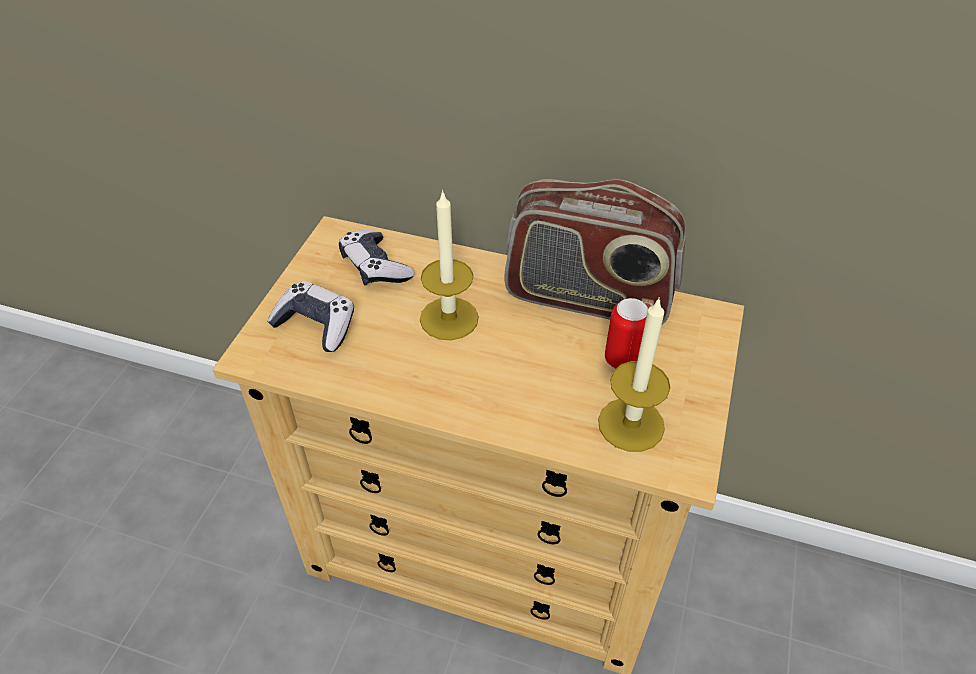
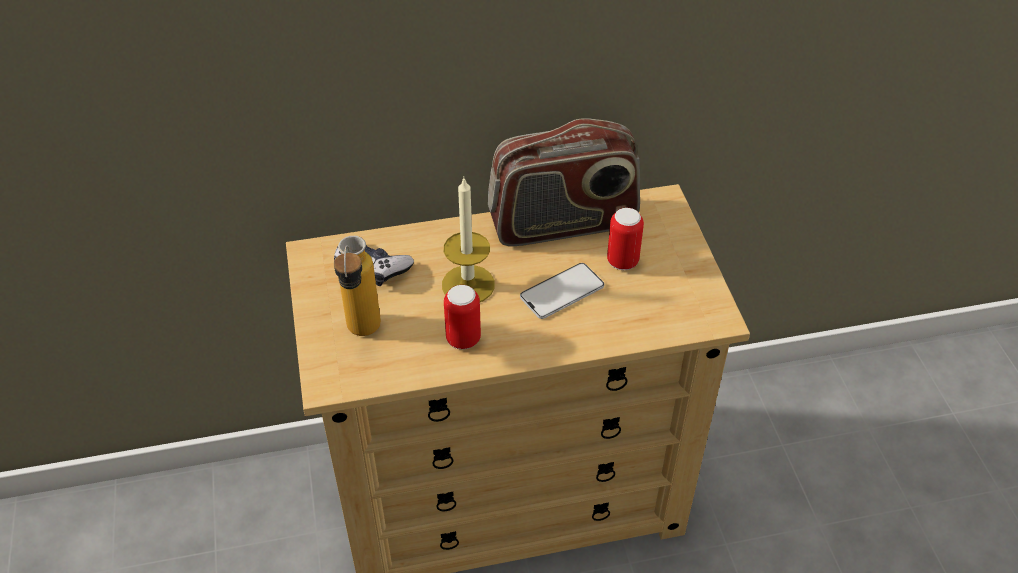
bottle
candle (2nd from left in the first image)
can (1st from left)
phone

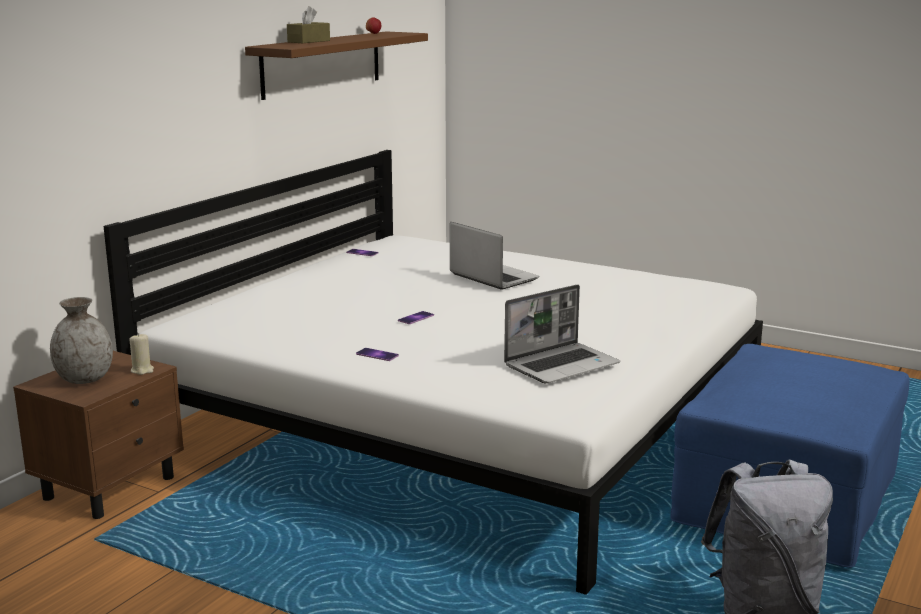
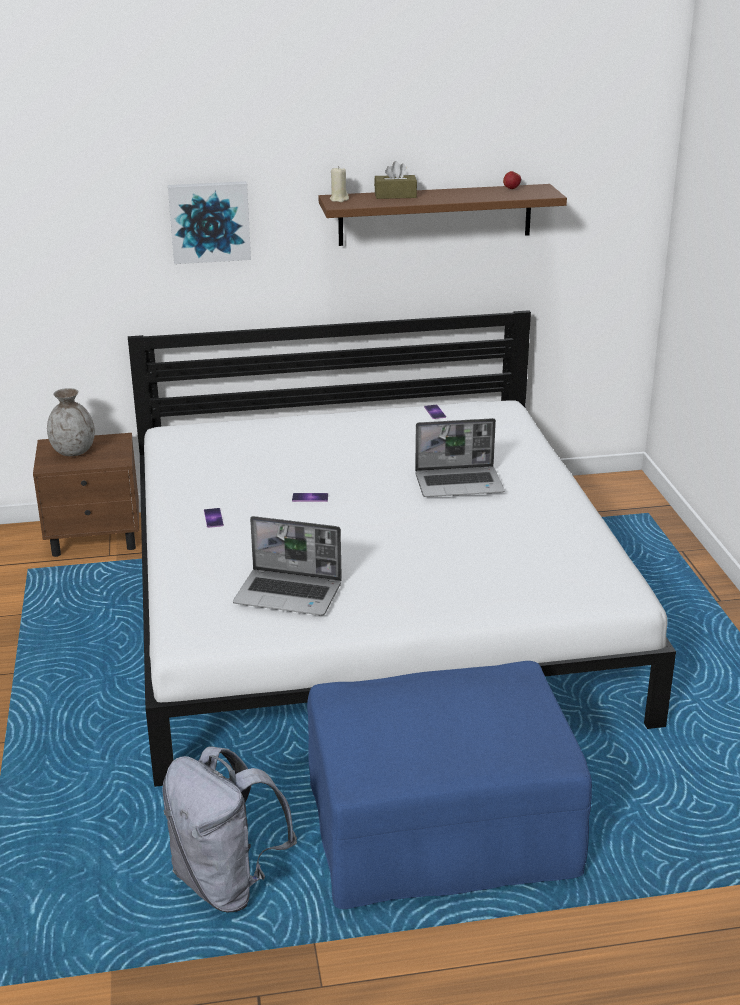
beige candle
laptop (2nd from left)
picture

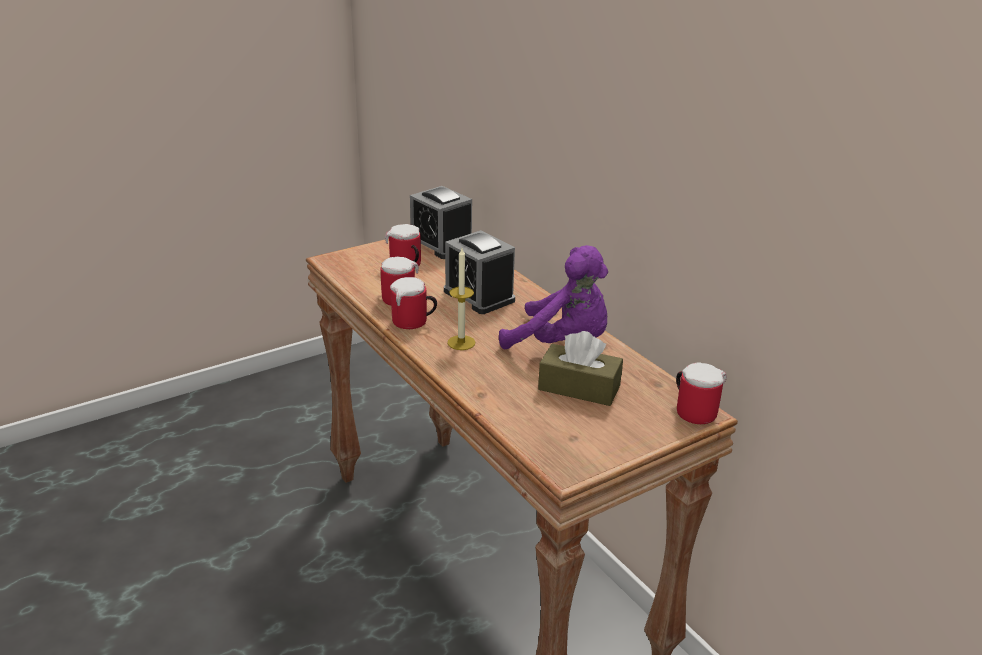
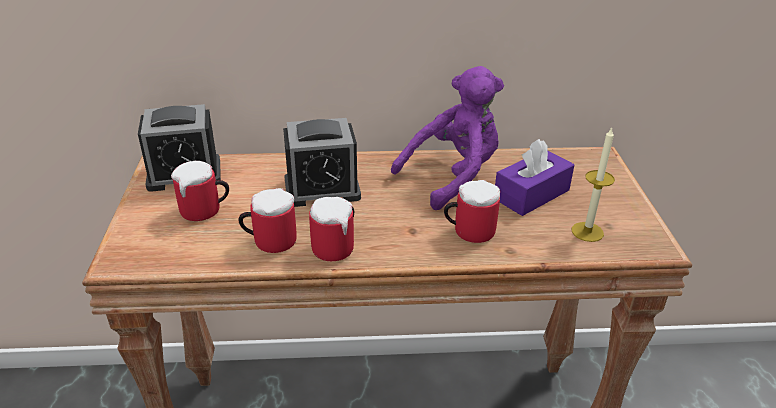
candle
purple tissue box
mug (4th from left)

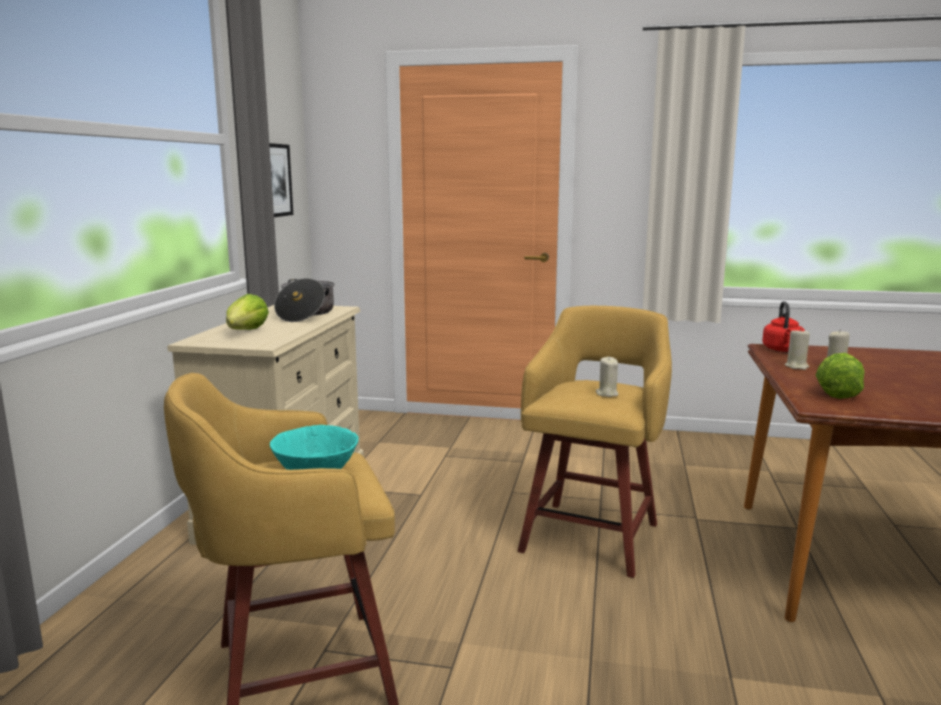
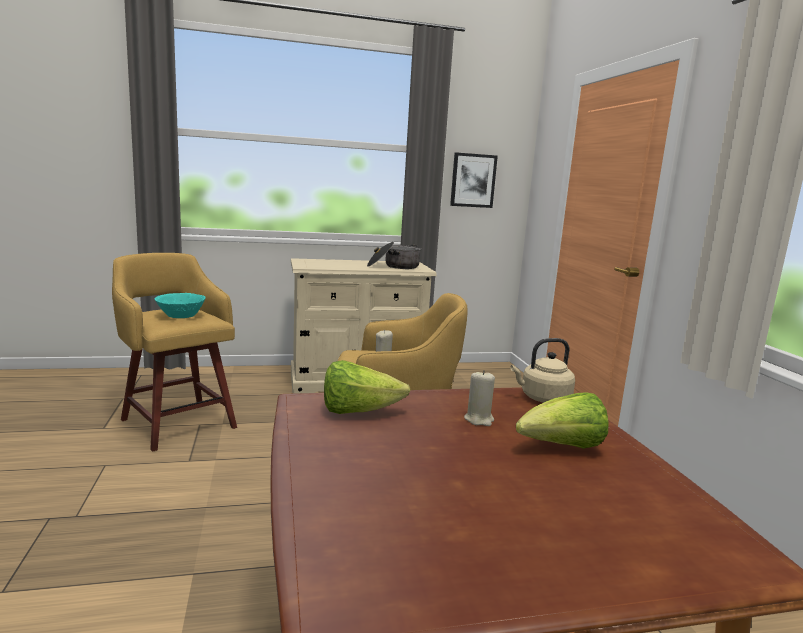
lettuce (2nd from left)
beige kettle
beige candle (2nd from left in the first image)

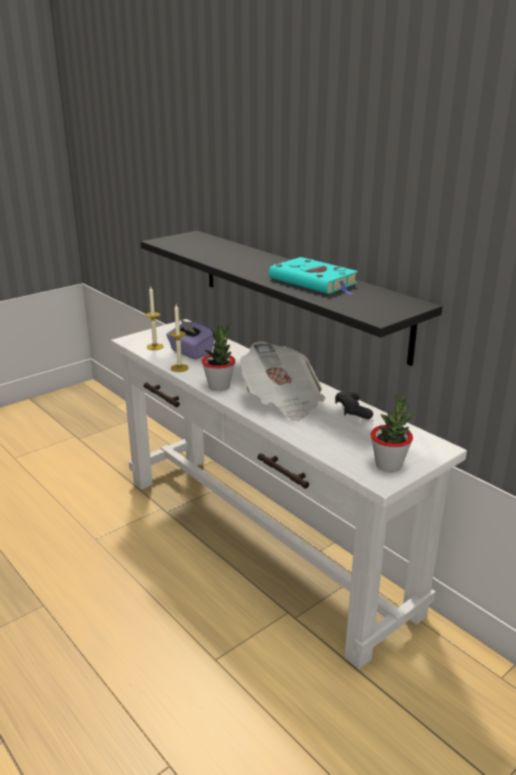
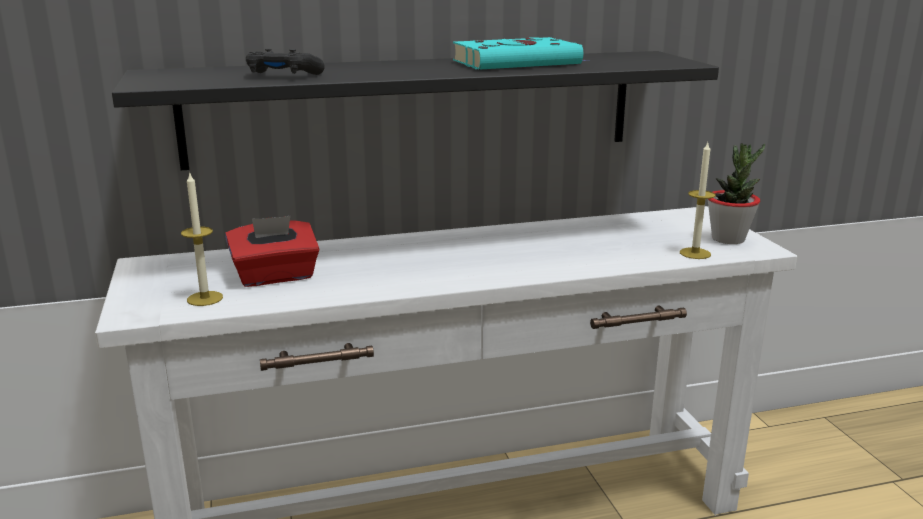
red tissue box
candle (2nd from left)
potted plant (1st from left in the first image)
newspaper
black game controller

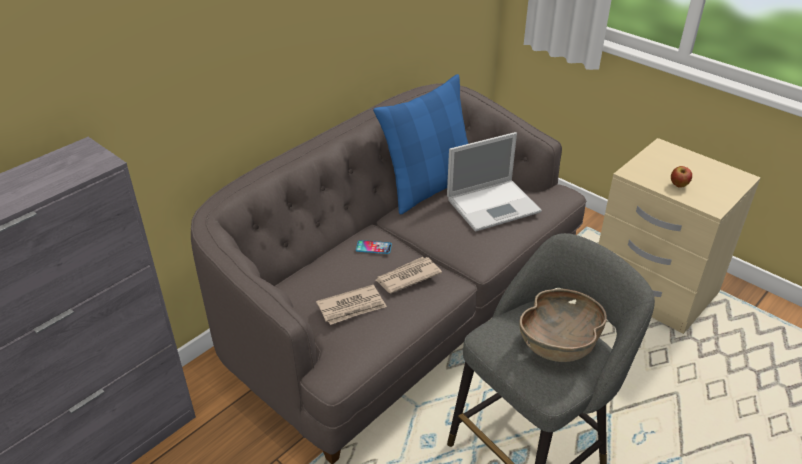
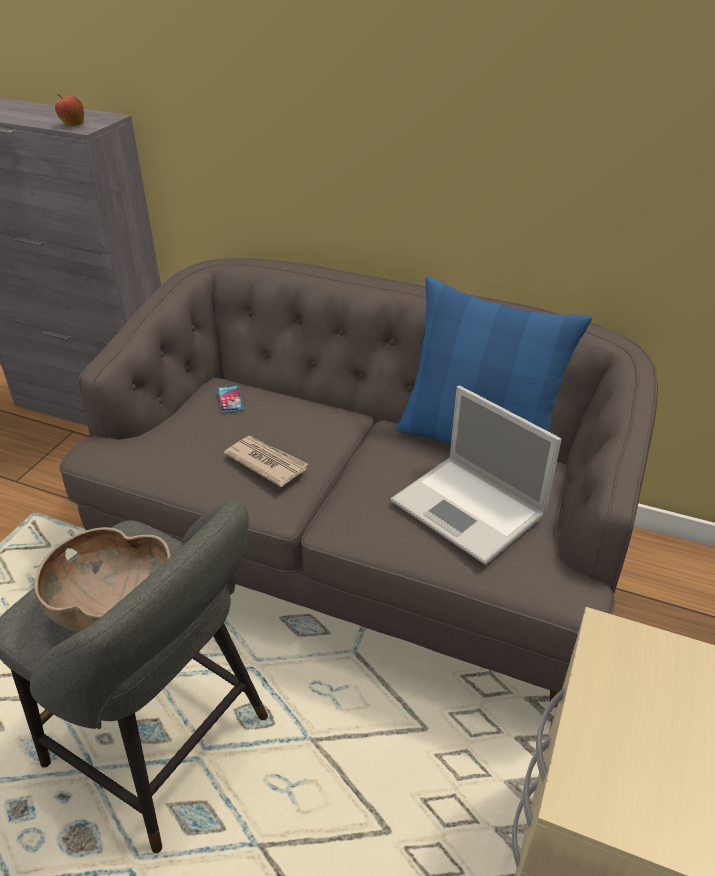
newspaper (1st from left in the first image)
phone
apple

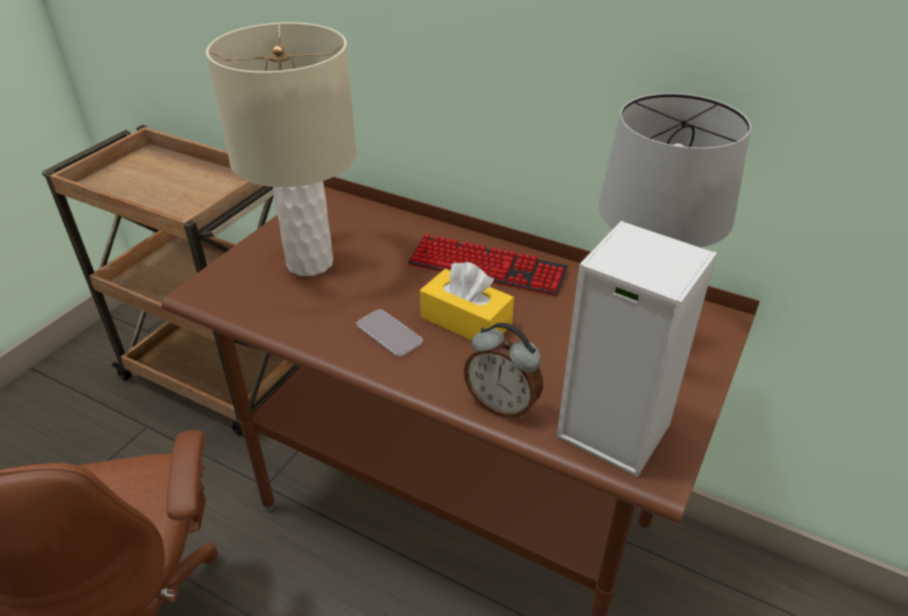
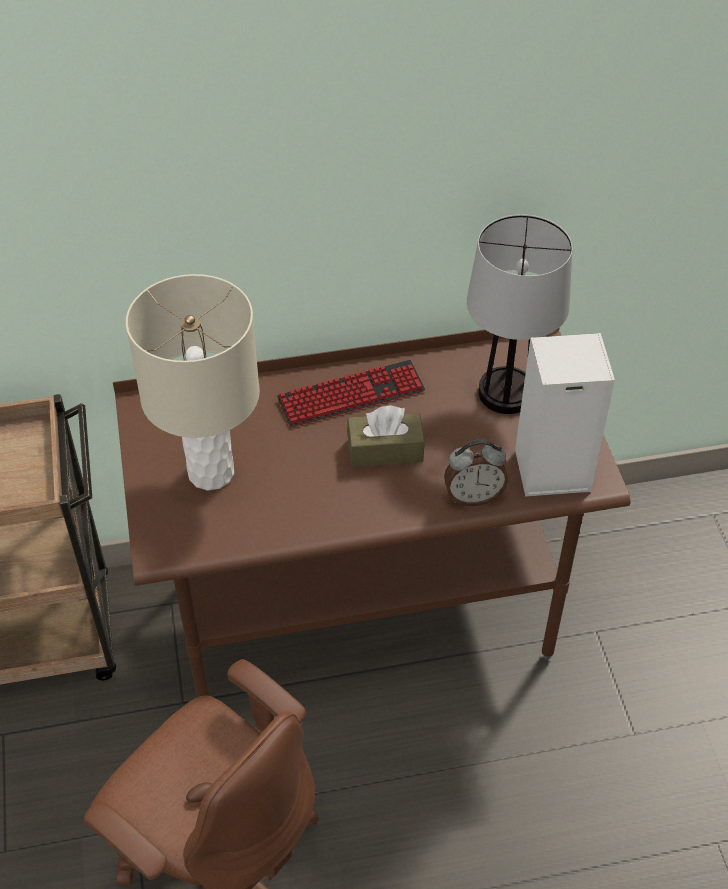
phone
brown tissue box

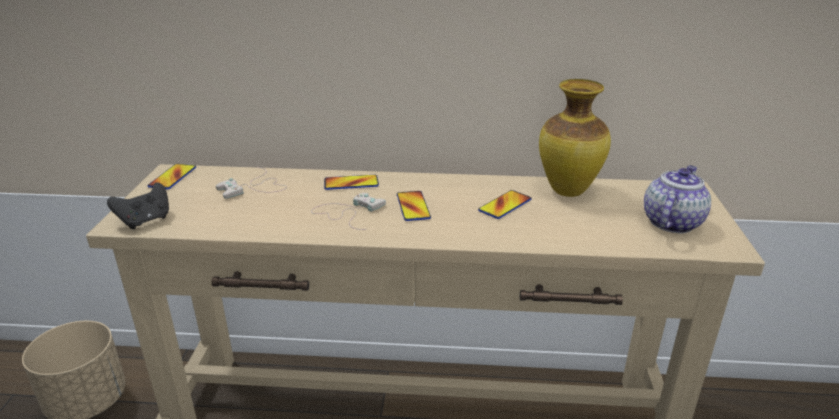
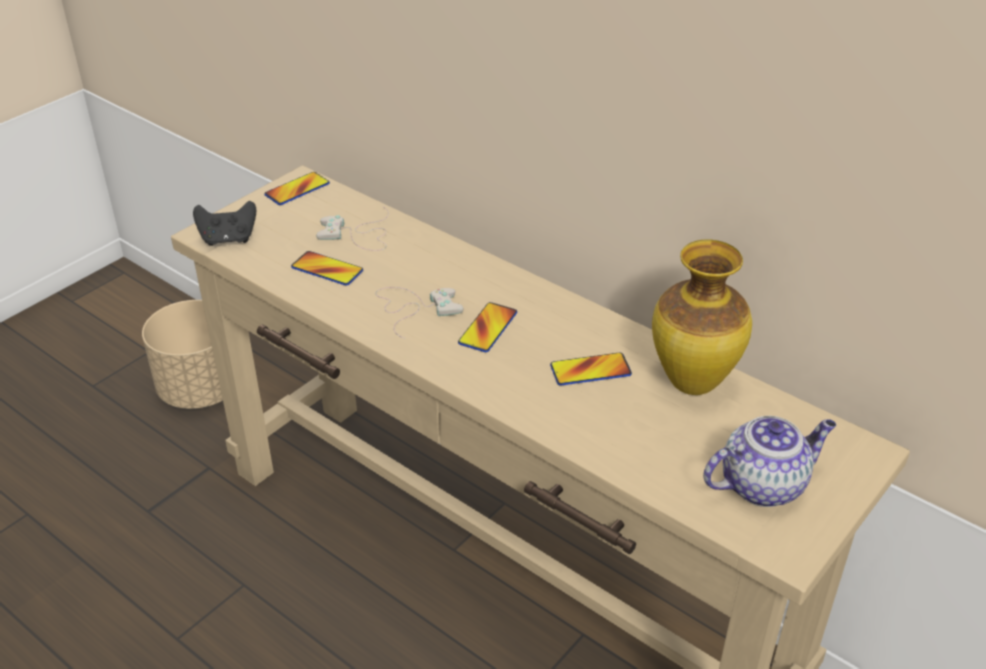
phone (2nd from left)

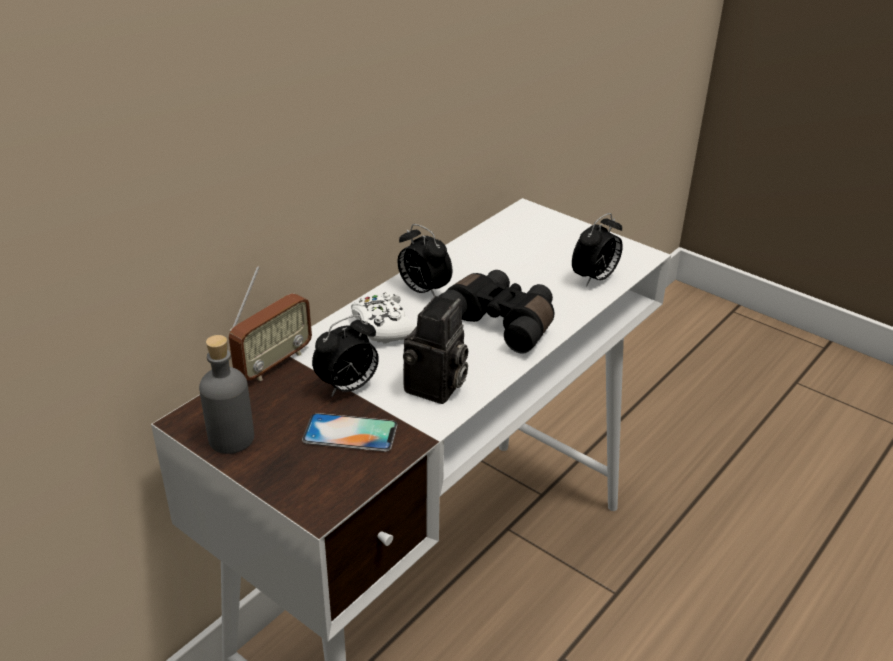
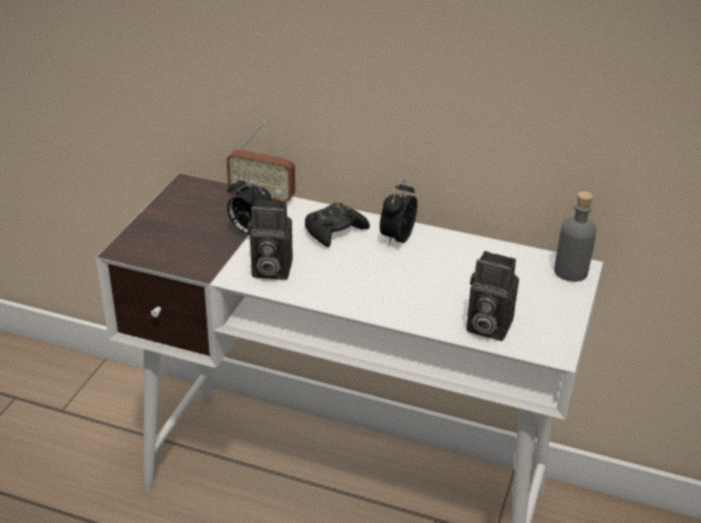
grey bottle
phone
black game controller
black binoculars
photo camera (2nd from left)

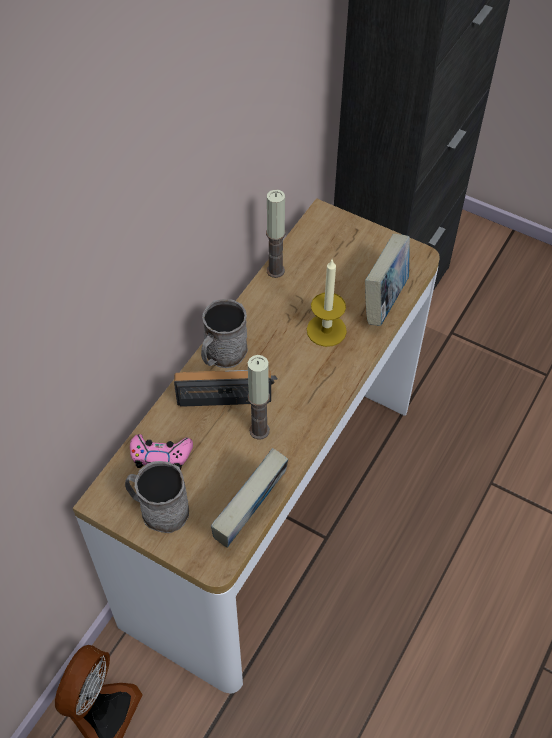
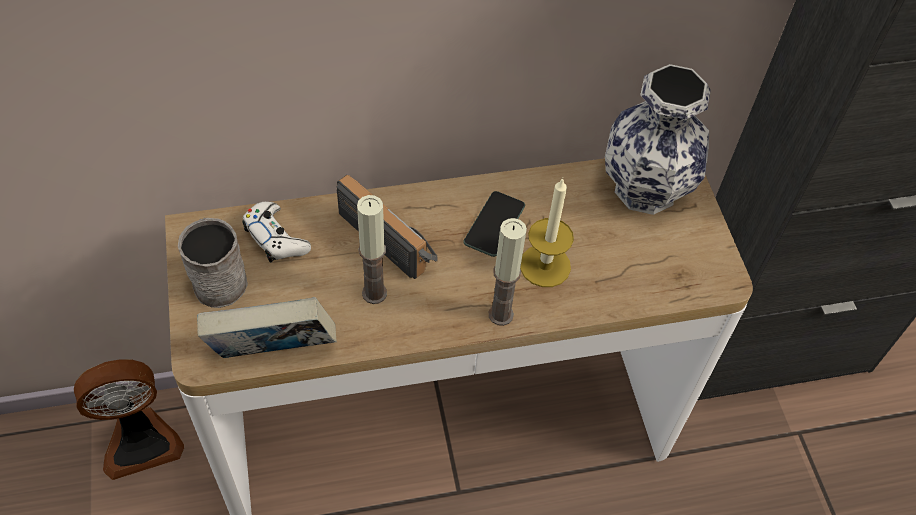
white game controller
grey mug (2nd from left in the first image)
candle (2nd from left)
book (2nd from left in the first image)
phone
vase

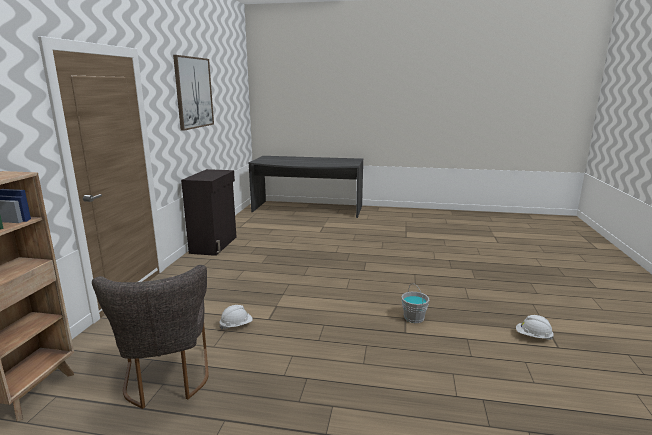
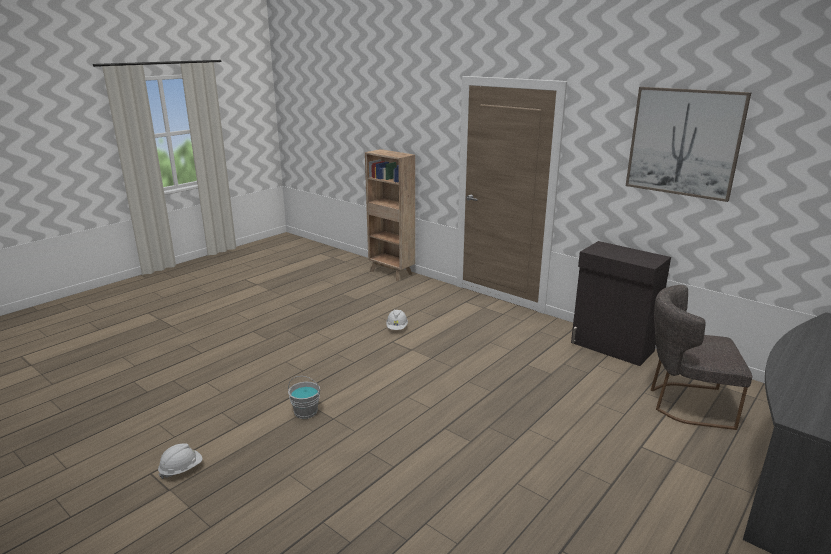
grey chair

